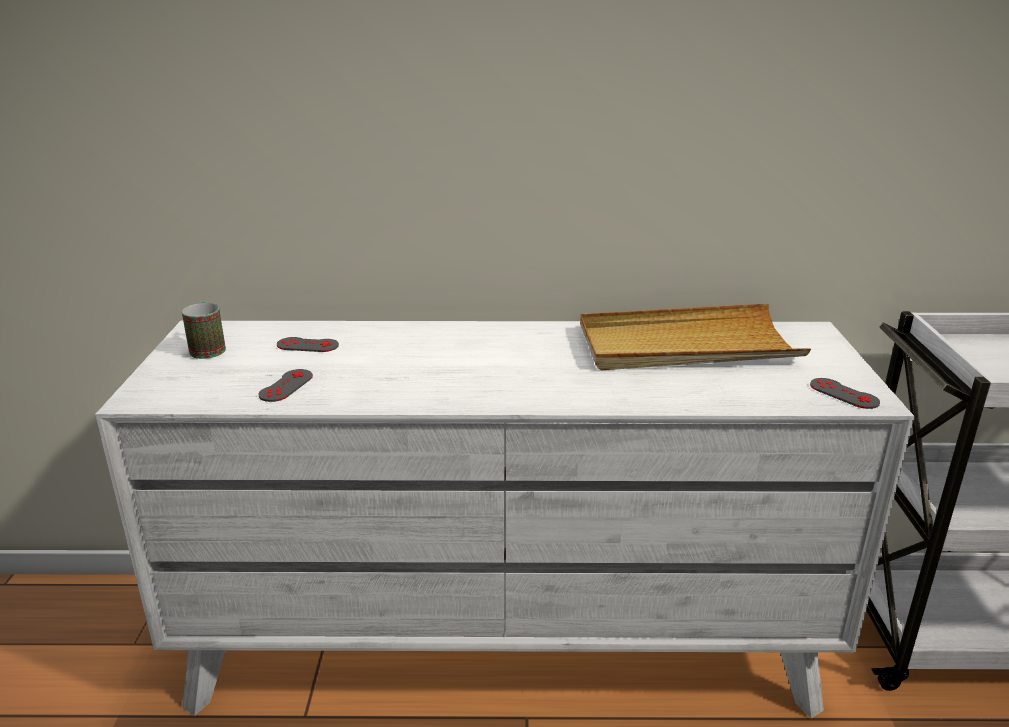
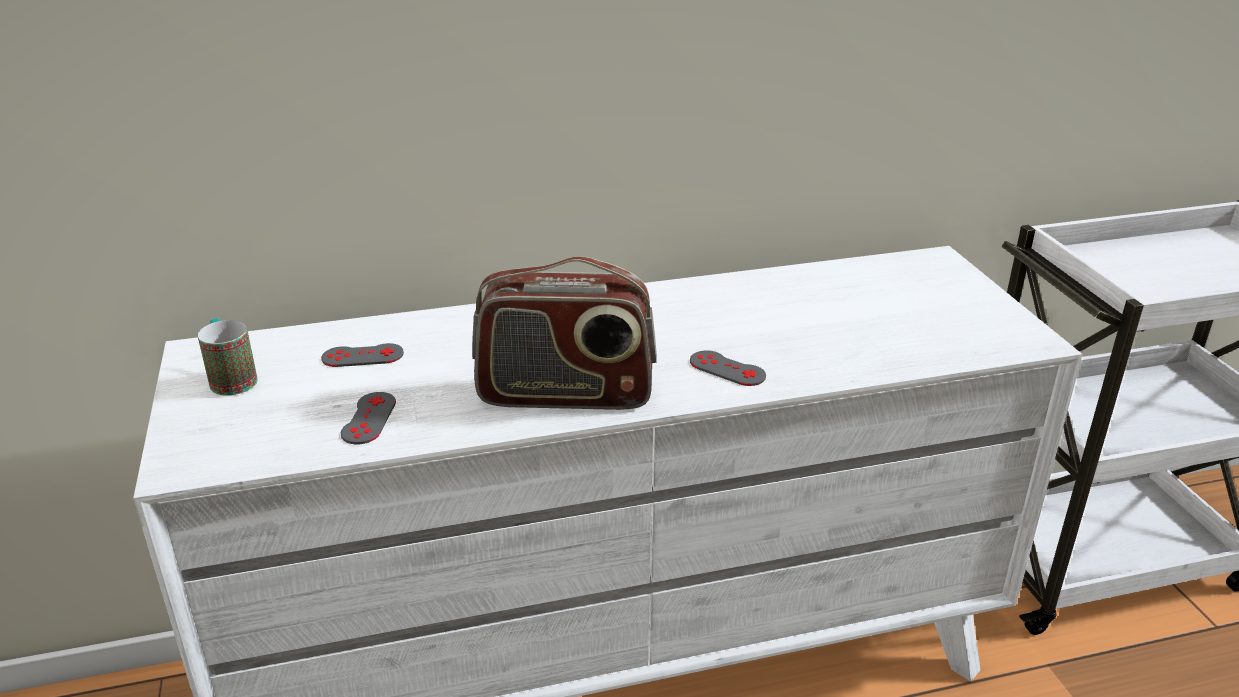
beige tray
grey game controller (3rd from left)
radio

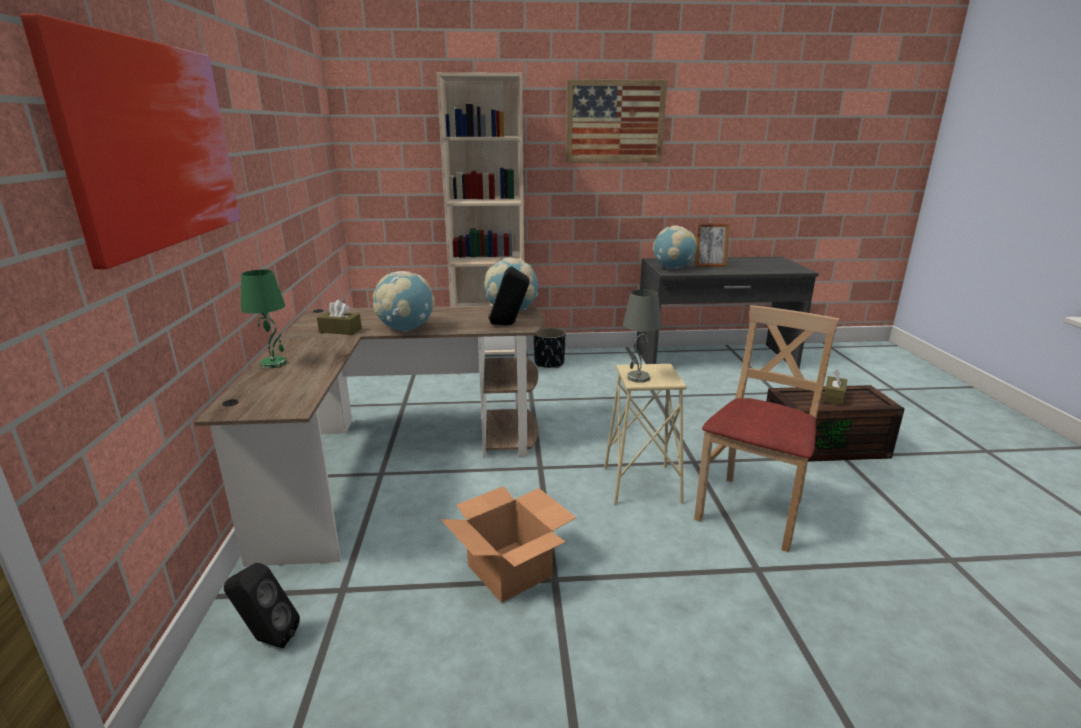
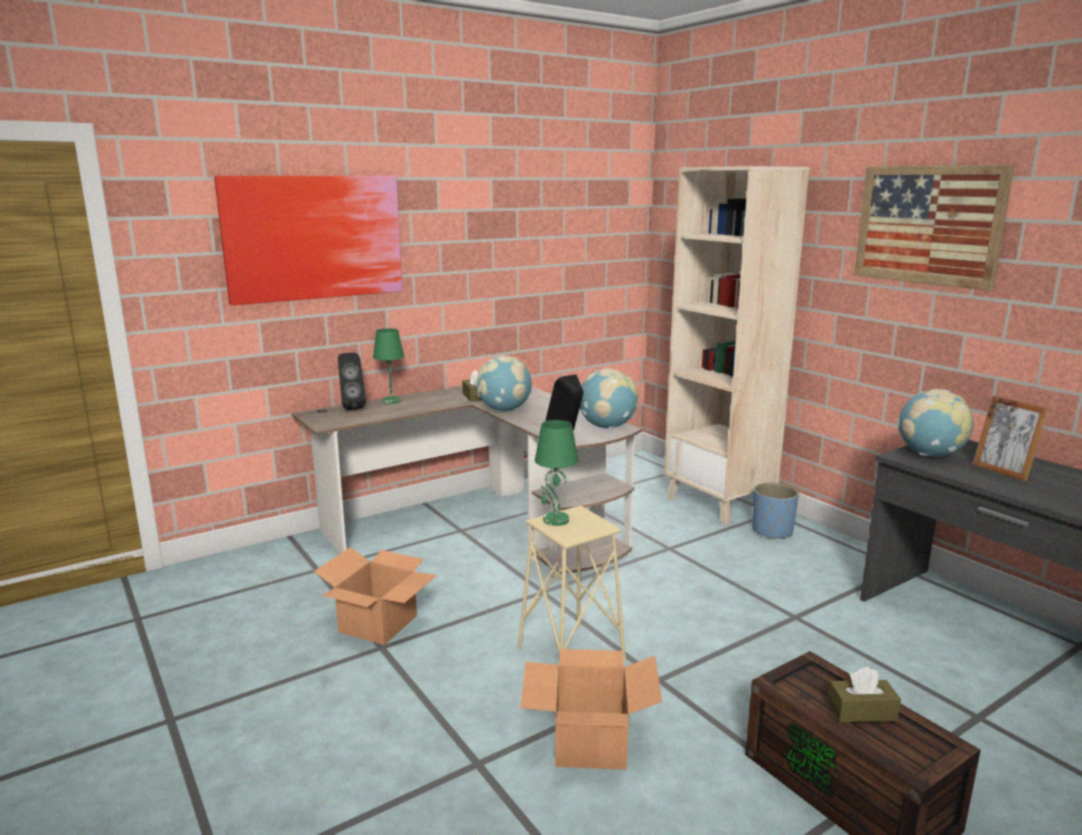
black speaker (1st from left)
blue planter
green table lamp (2nd from left)
cardboard box (2nd from left)

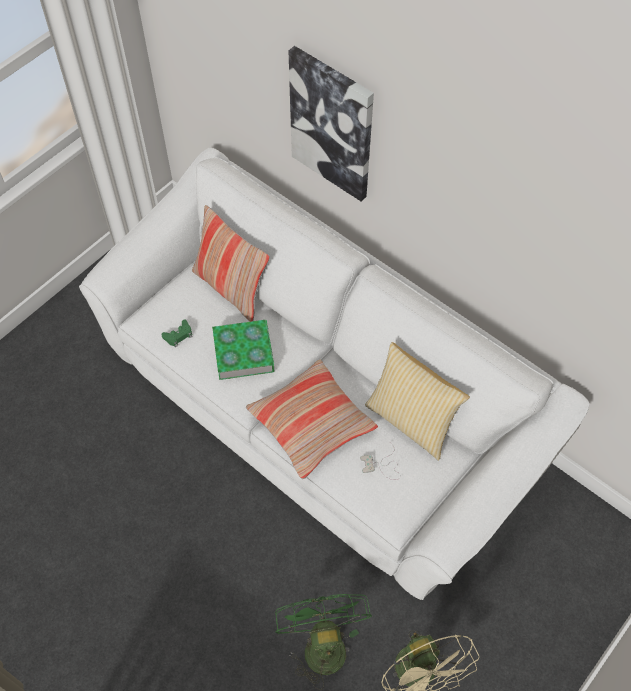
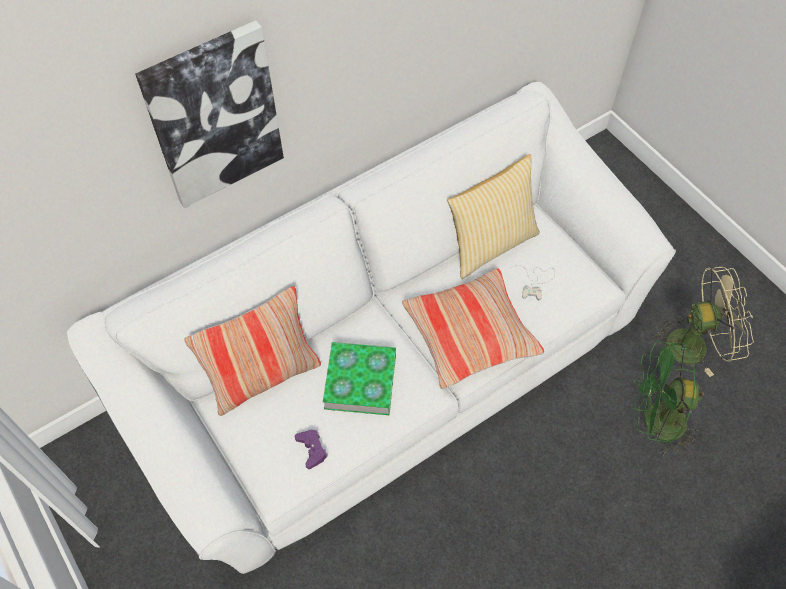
purple game controller

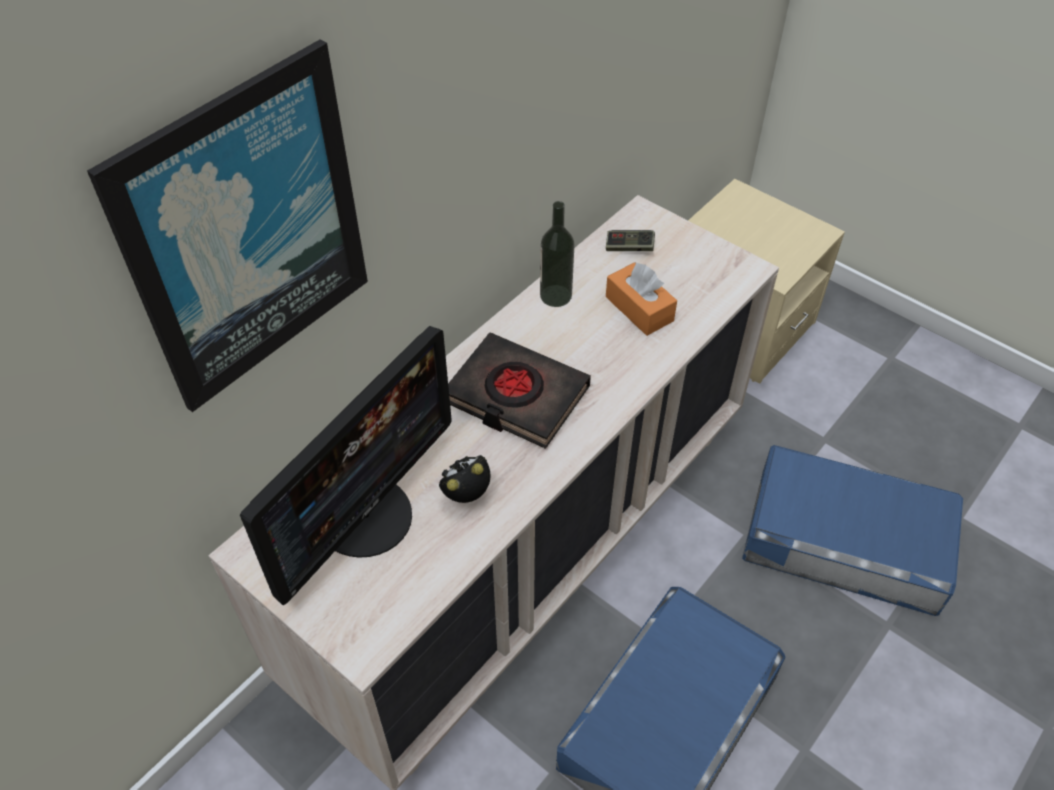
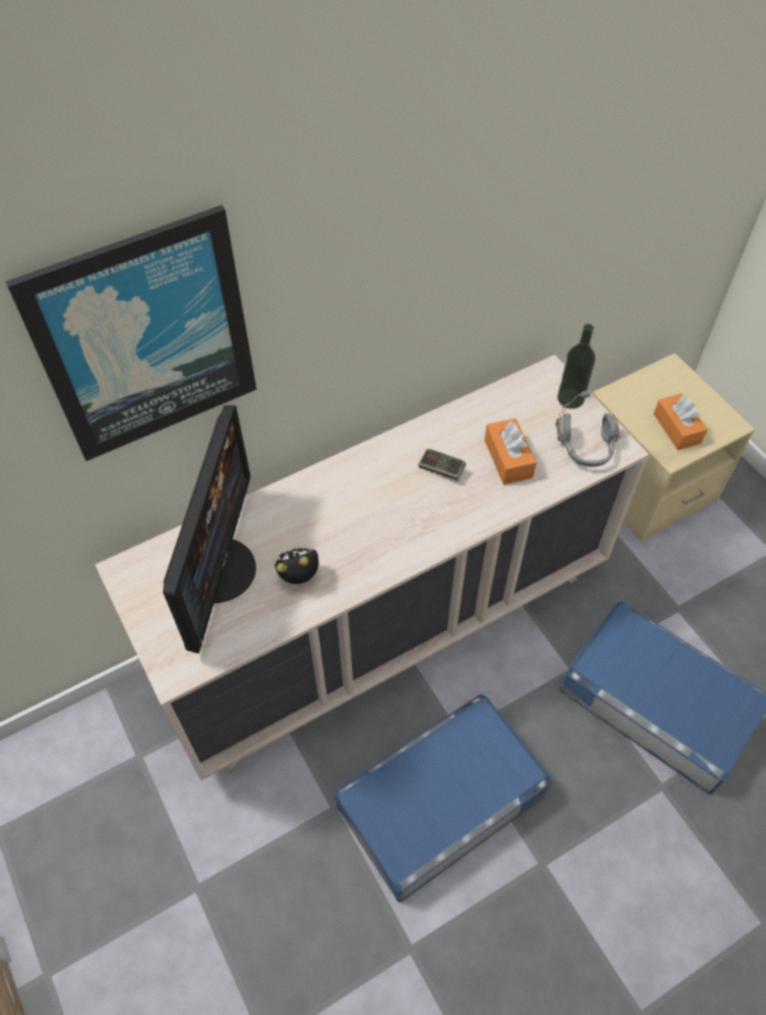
monitor
black book
bottle
game controller
grey headphones
orange tissue box (2nd from left)

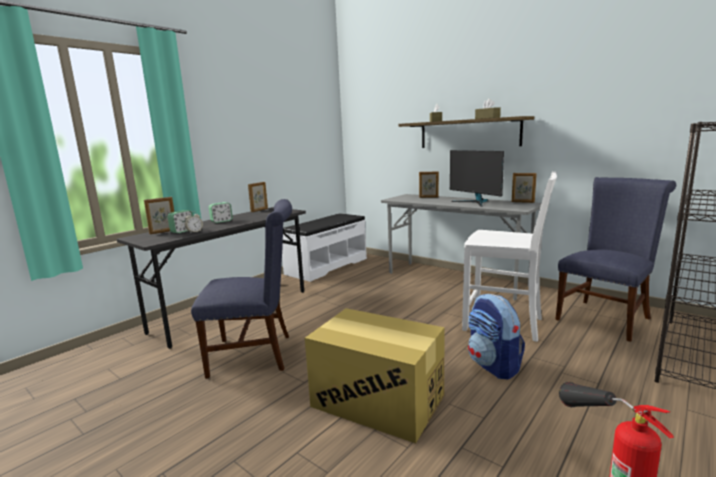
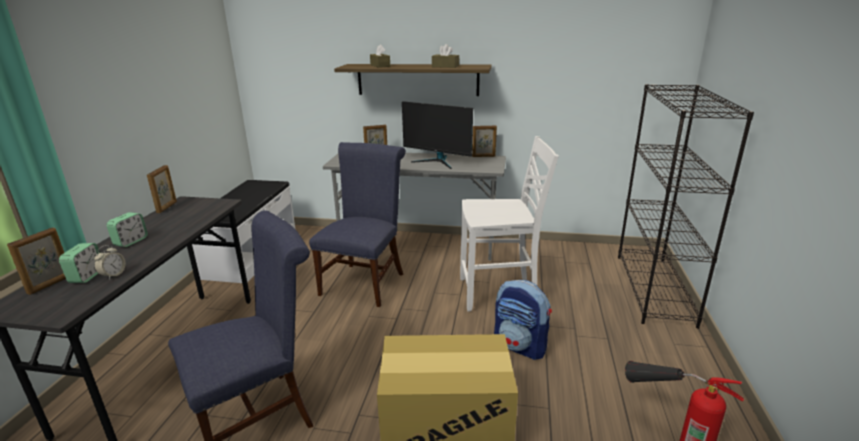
blue chair (2nd from left)

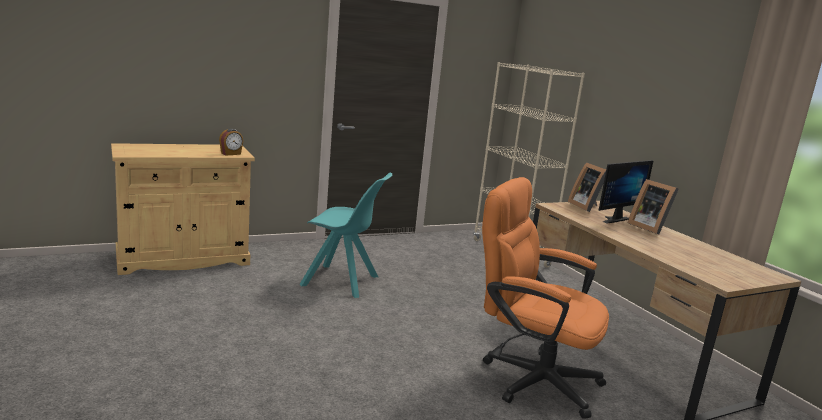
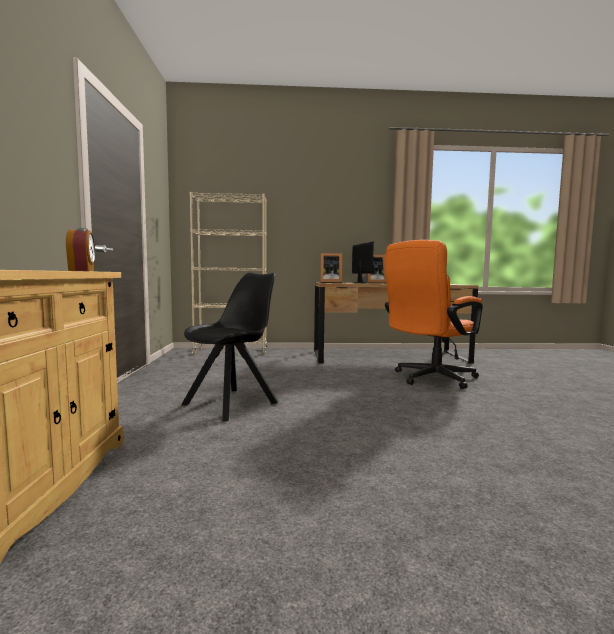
black chair

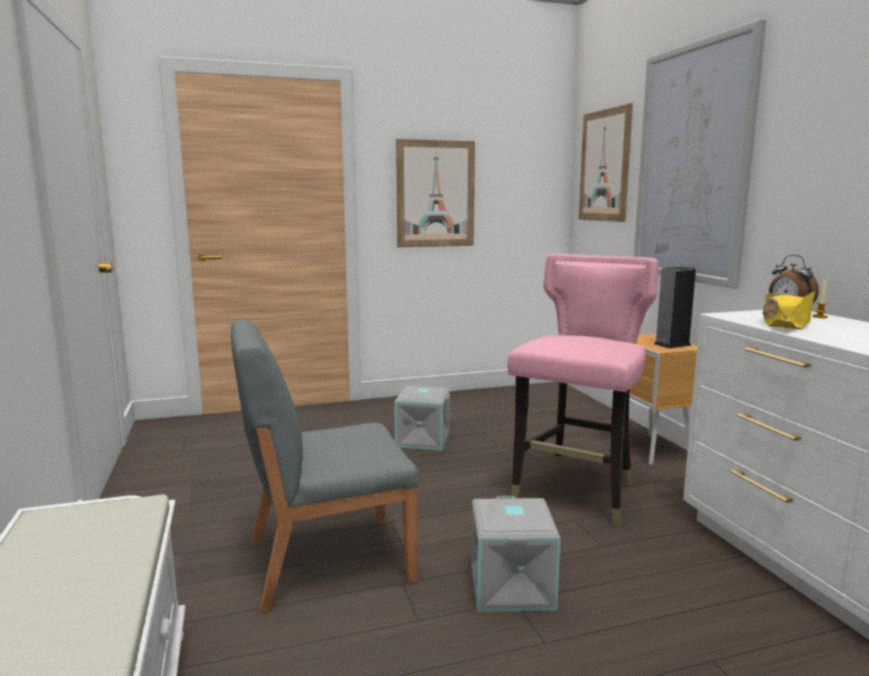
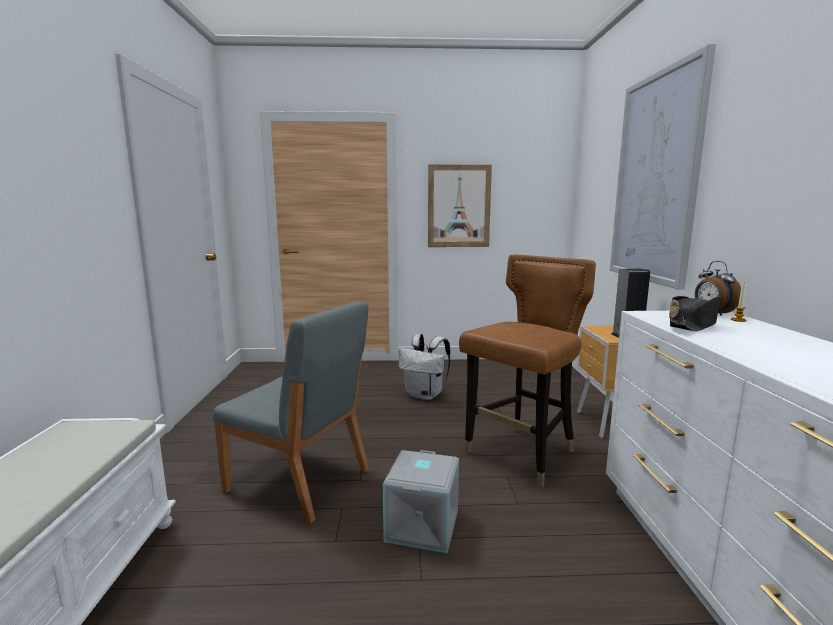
grey chair
white backpack
brown chair
picture (2nd from left in the first image)
black hat

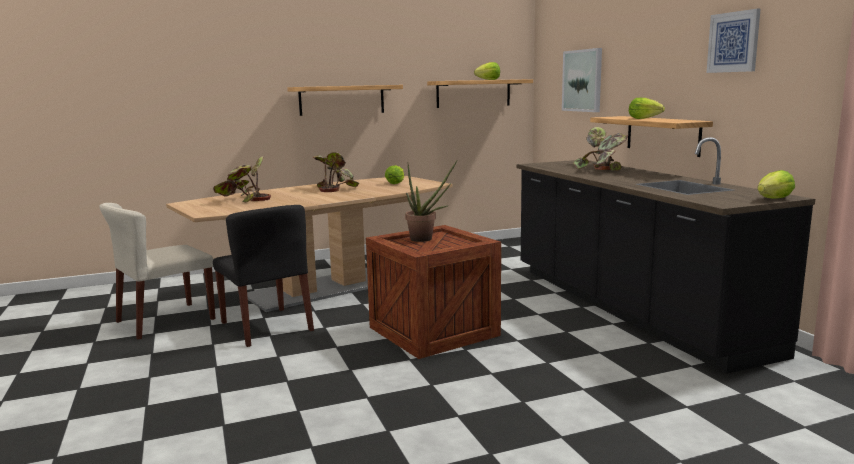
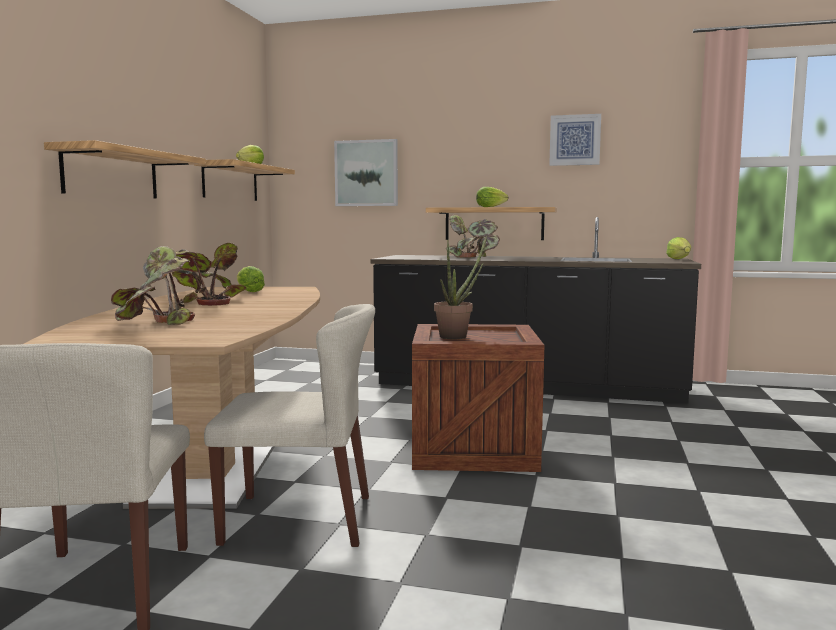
beige chair (2nd from left)

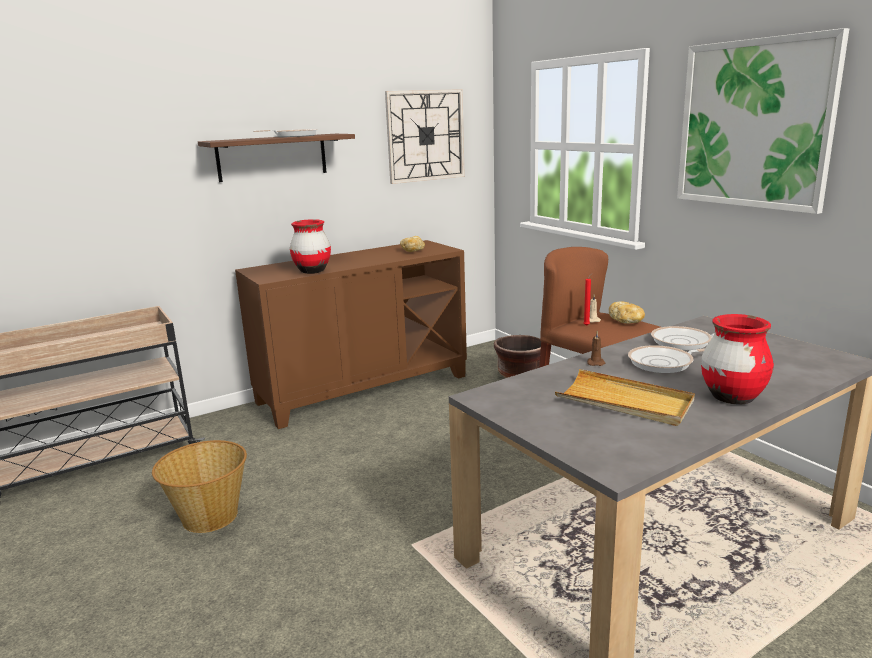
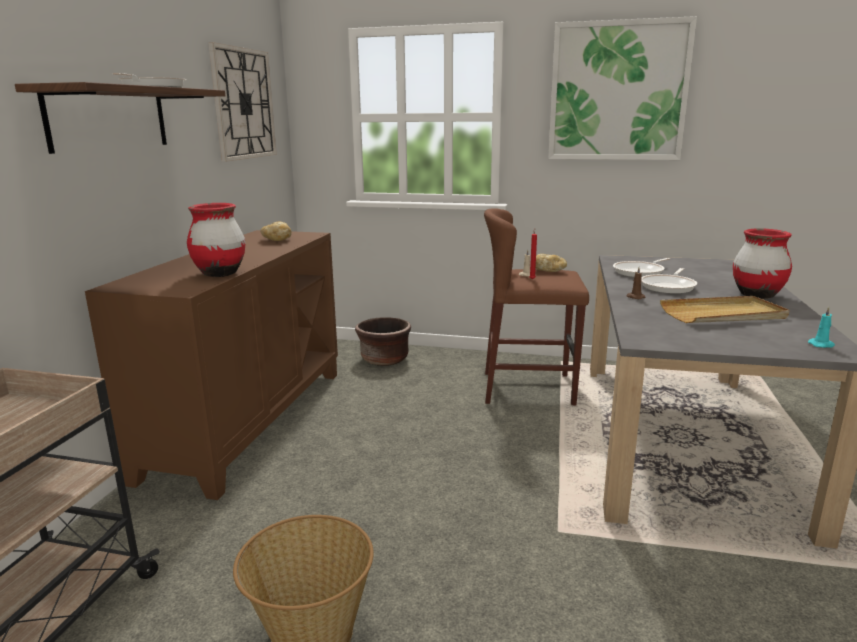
turquoise candle

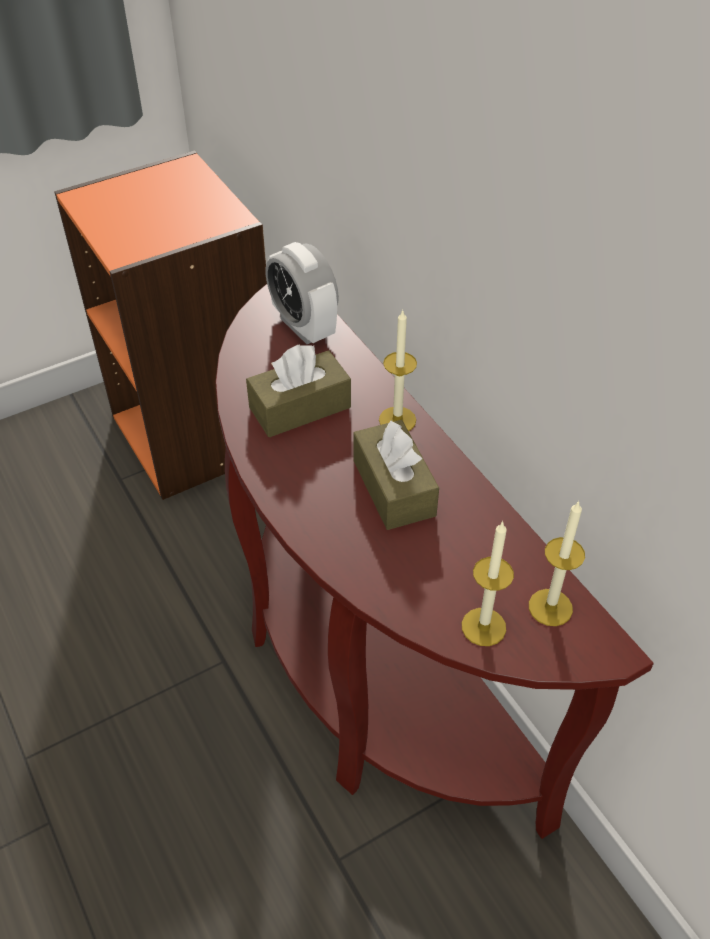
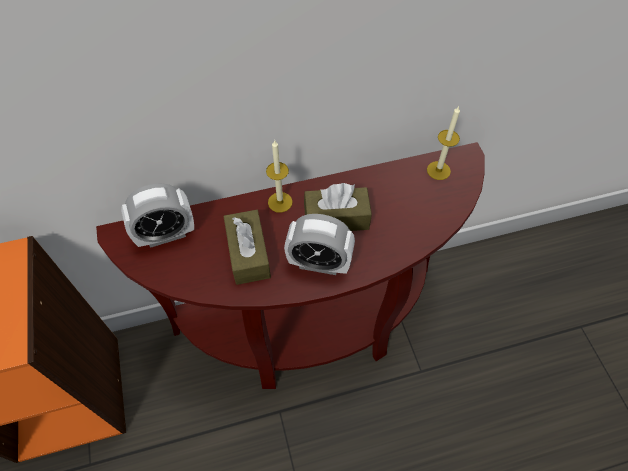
candle (2nd from left in the first image)
alarm clock (2nd from left)

